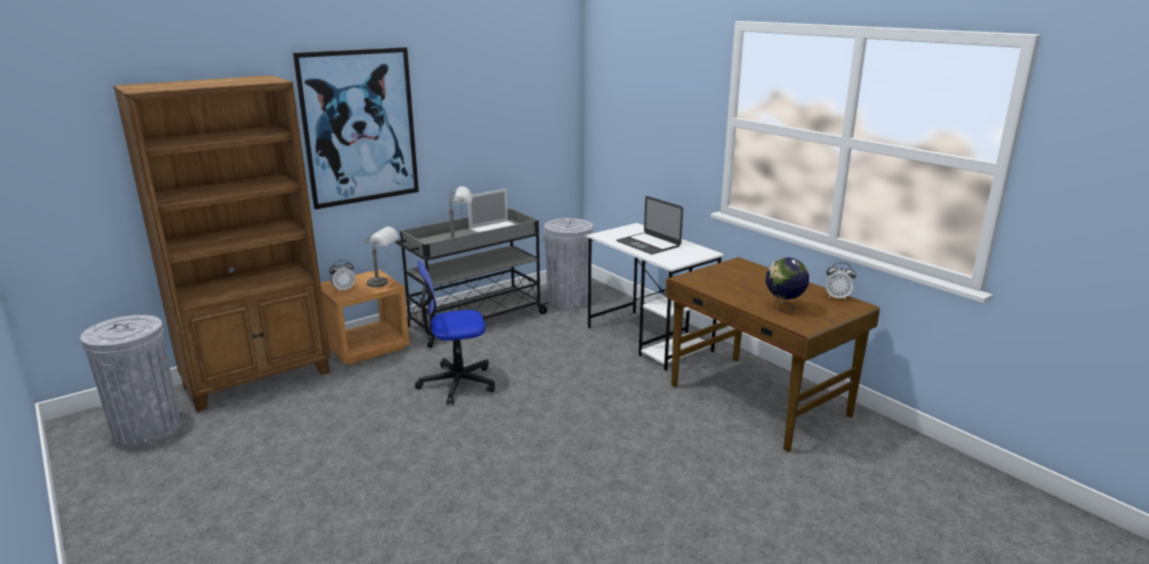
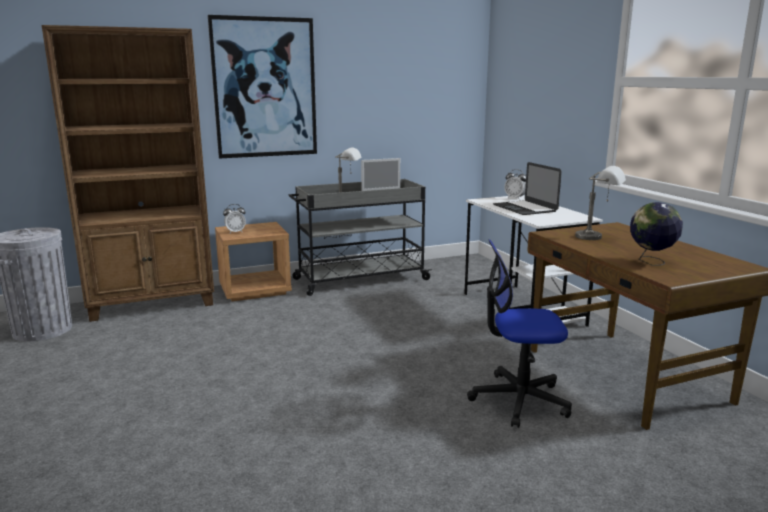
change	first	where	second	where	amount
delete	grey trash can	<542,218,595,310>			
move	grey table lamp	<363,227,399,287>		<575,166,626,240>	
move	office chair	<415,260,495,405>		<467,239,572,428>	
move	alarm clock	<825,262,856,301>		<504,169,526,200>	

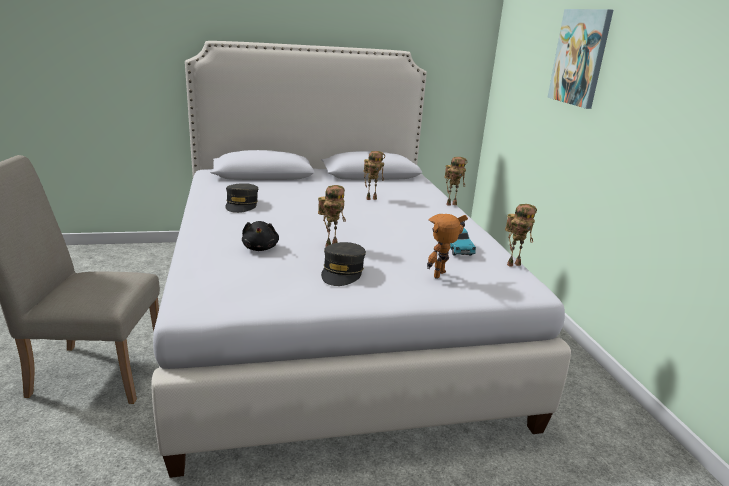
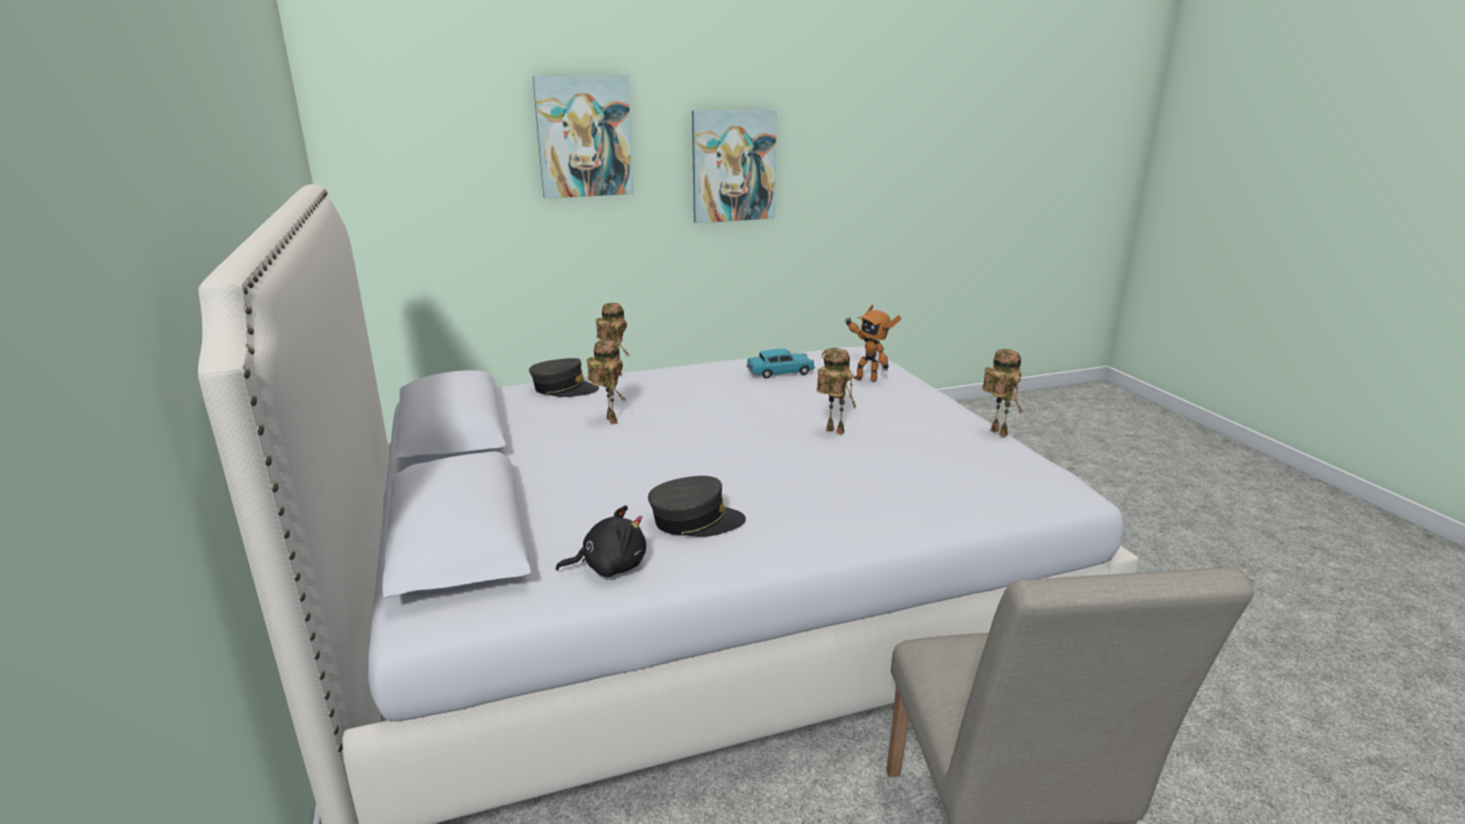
change	first	where	second	where	amount
move	toy robot	<505,204,537,267>		<982,349,1023,437>	
move	black plush toy	<242,221,279,251>		<556,505,646,577>	
move	grey cap	<321,242,366,286>		<529,358,599,397>	
insert			picture	<692,109,777,223>	

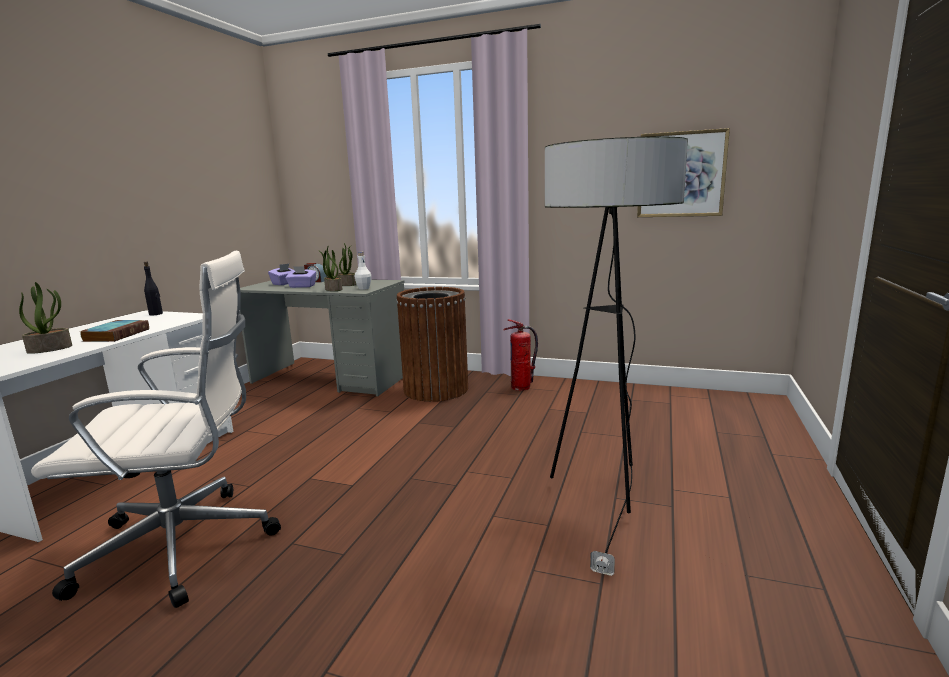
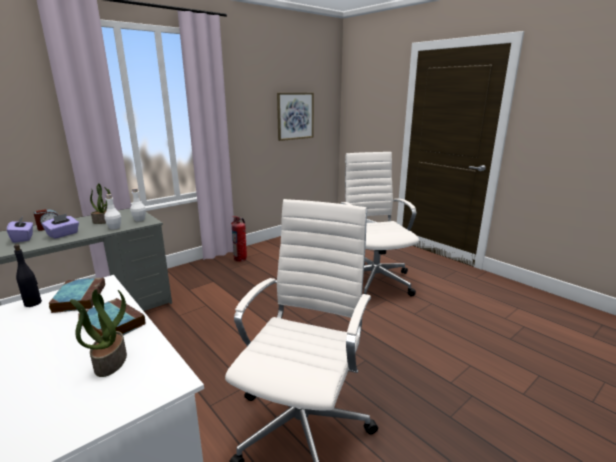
change	first	where	second	where	amount
replace	floor lamp	<545,137,688,576>	white office chair	<341,152,419,297>	
replace	potted plant	<318,247,342,291>	white bottle	<104,194,121,229>	
delete	brown trash can	<396,287,468,402>			
insert			book	<48,277,105,313>	

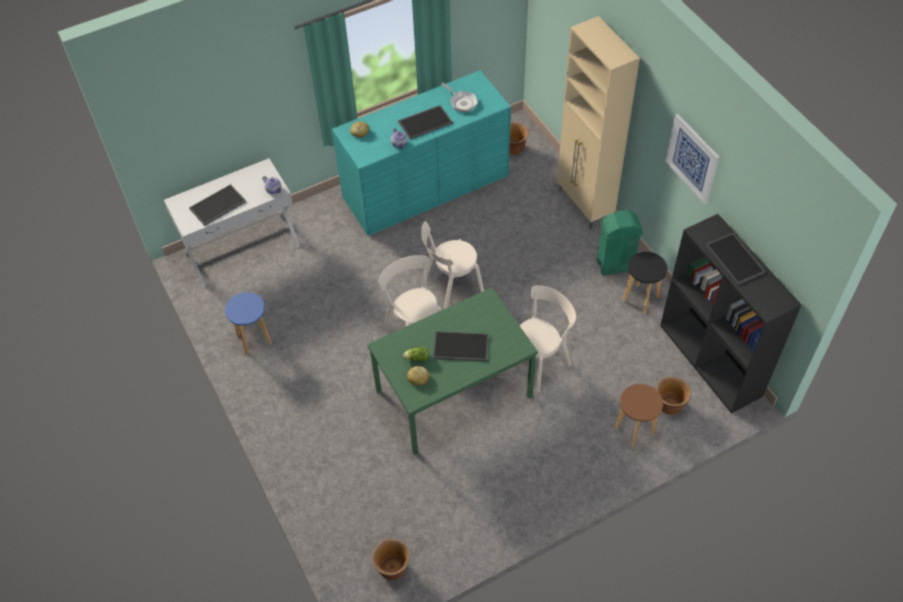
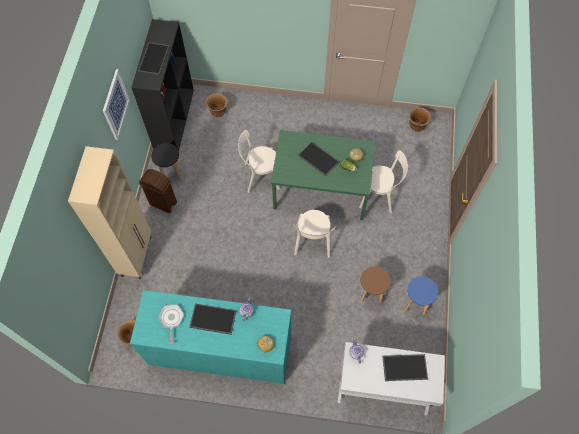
change	first	where	second	where	amount
recolor	green trash can	<597,210,643,276>	brown trash can	<139,169,177,213>	
move	beige chair	<421,222,484,309>		<359,150,408,213>	
move	brown stool	<615,384,663,449>		<360,266,391,304>	

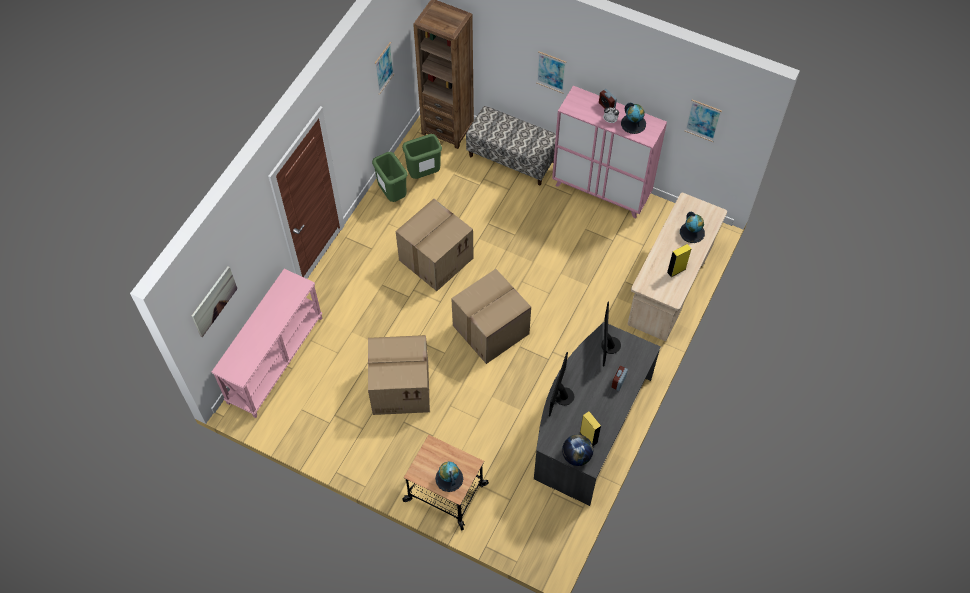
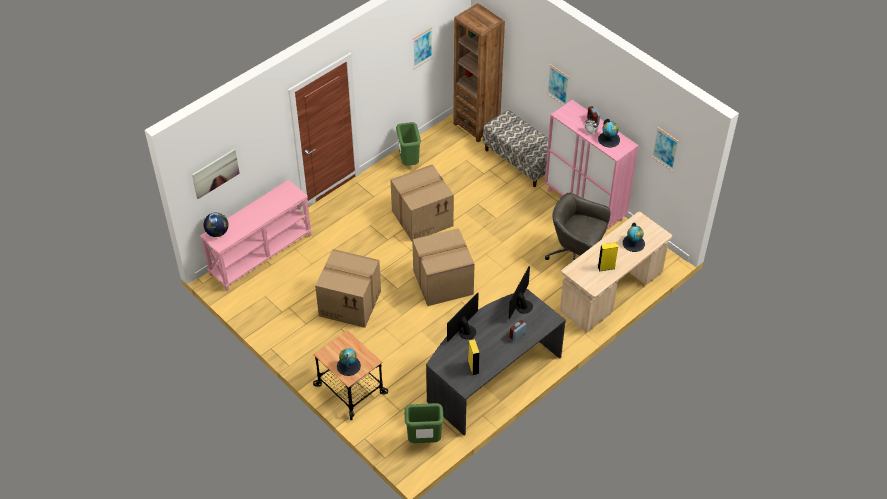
change	first	where	second	where	amount
move	green trash can	<402,134,442,179>		<404,403,444,443>	
move	globe	<562,435,593,466>		<204,212,229,237>	
insert			grey office chair	<545,192,611,261>	

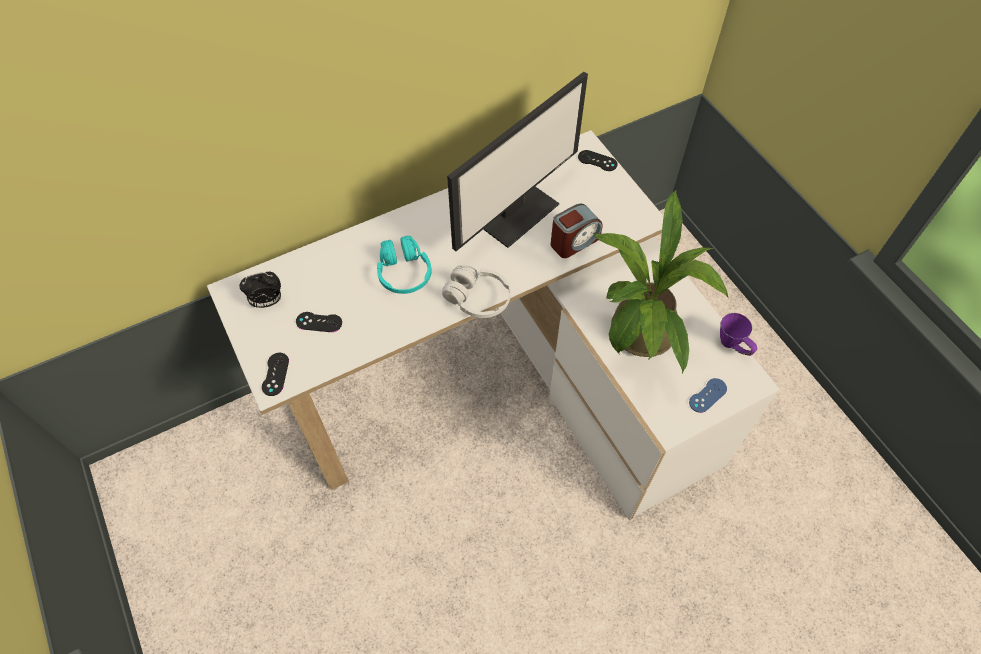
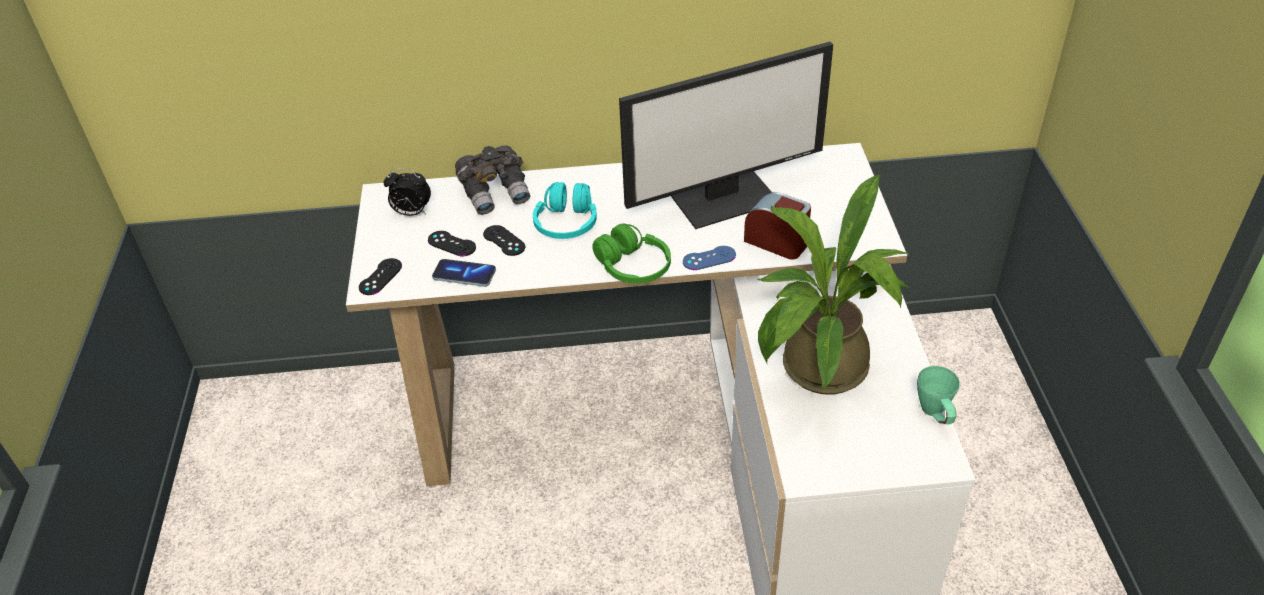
change	first	where	second	where	amount
move	black game controller	<578,150,618,171>		<483,225,525,256>	
rotate	alarm clock	<551,204,603,258>		<744,192,811,259>	135 degrees counterclockwise
recolor	white headphones	<442,266,511,318>	green headphones	<592,224,671,284>	
recolor	purple mug	<720,313,758,356>	green mug	<917,366,960,425>	
move	blue game controller	<689,378,727,413>		<683,246,736,270>	
insert			grey binoculars	<455,145,530,215>	
insert			phone	<432,259,496,287>	

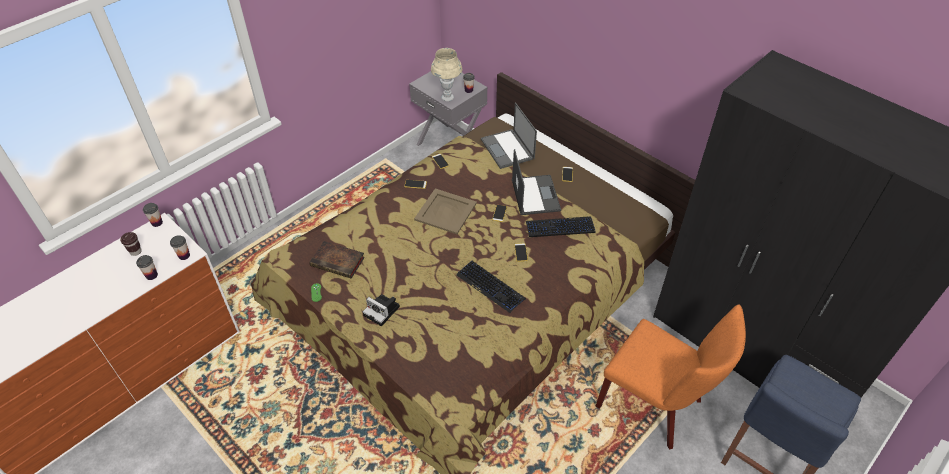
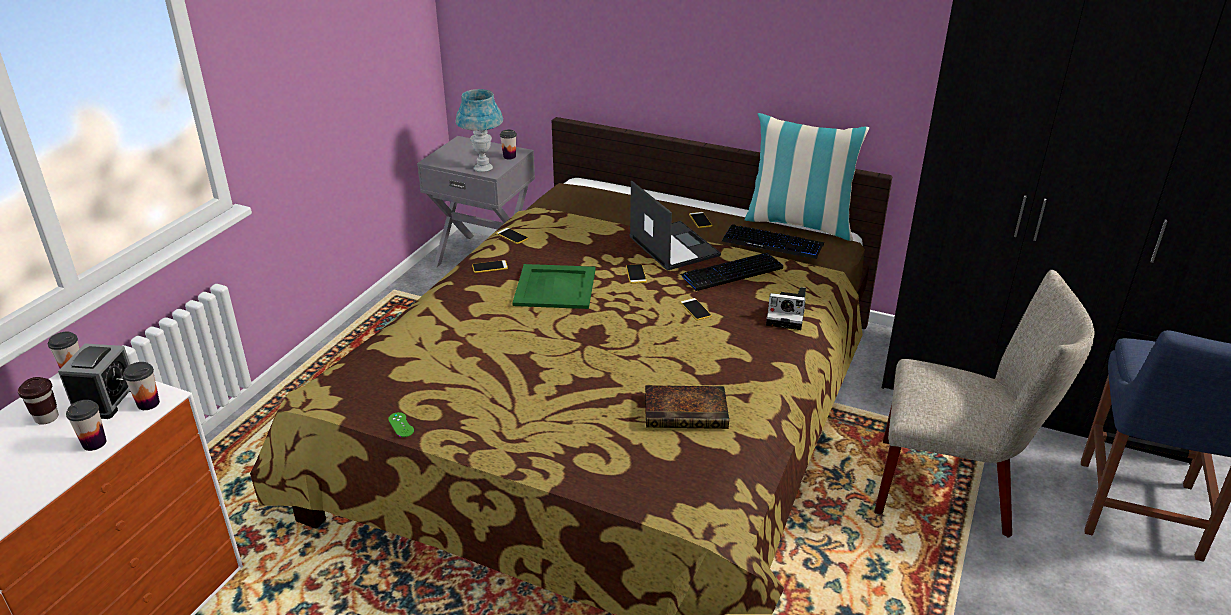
change	first	where	second	where	amount
recolor	beige table lamp	<431,48,462,101>	blue table lamp	<456,89,503,172>	
delete	laptop	<481,102,537,169>			
recolor	beige tray	<414,189,477,234>	green tray	<512,264,596,309>	
move	book	<310,241,365,279>		<645,385,729,429>	
move	keyboard	<456,261,526,313>		<722,224,824,259>	
move	photo camera	<363,294,400,326>		<766,287,806,330>	
recolor	orange chair	<595,304,746,449>	beige chair	<874,270,1094,538>	
insert			pillow	<745,113,869,241>	
insert			alarm clock	<58,343,131,419>	

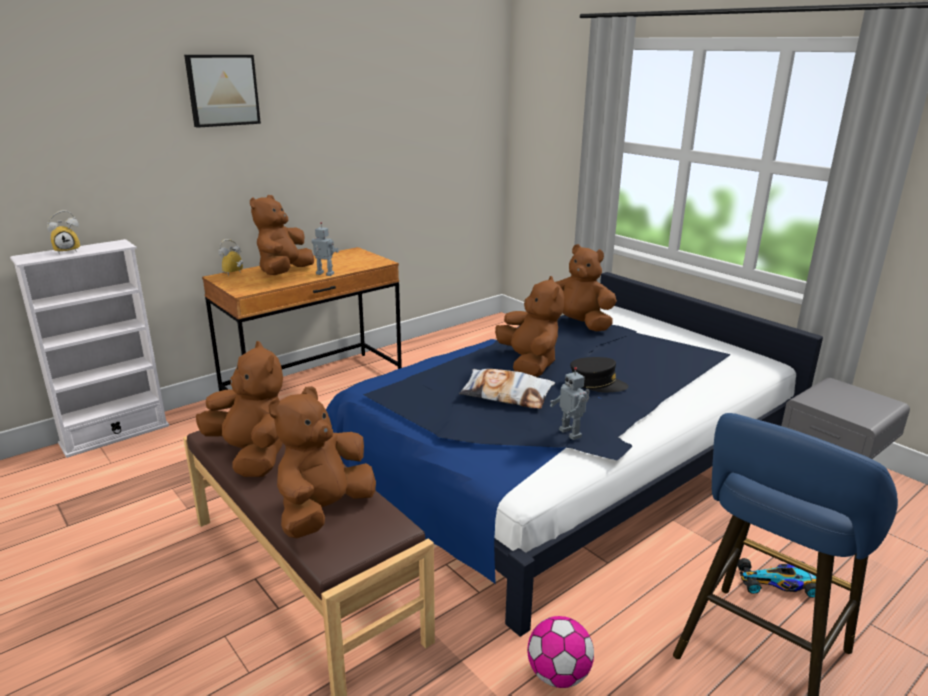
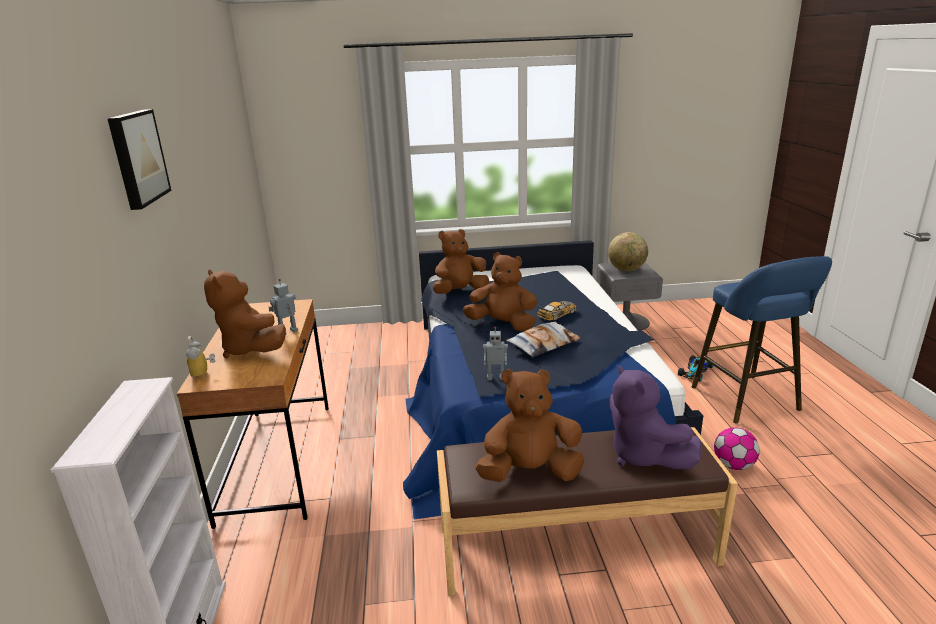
change	first	where	second	where	amount
delete	alarm clock	<47,210,80,254>			
replace	black cap	<570,357,628,392>	toy car	<537,301,577,320>	
move	toy robot	<550,367,590,440>		<483,326,508,380>	
recolor	brown plush toy	<269,386,376,538>	purple plush toy	<610,365,702,469>	
insert			globe	<608,232,648,271>	

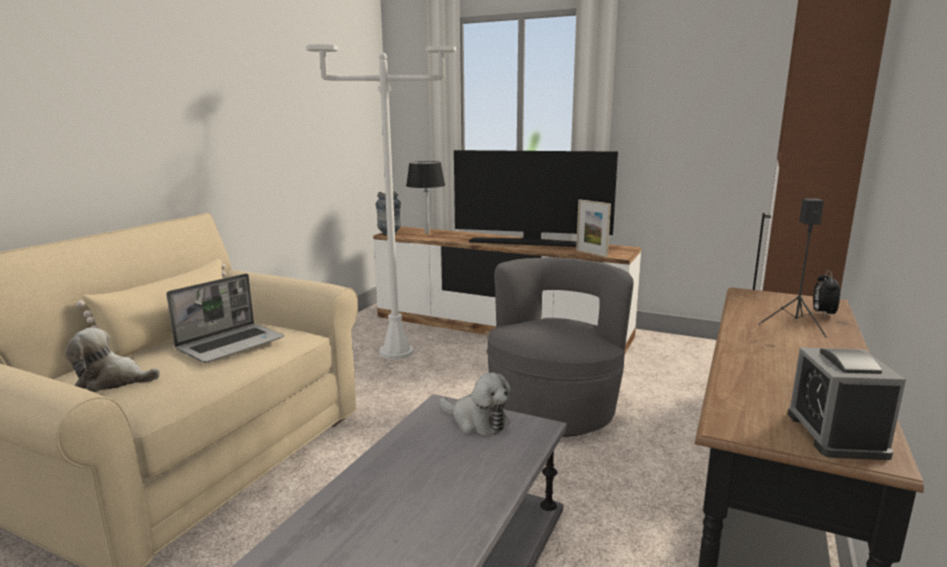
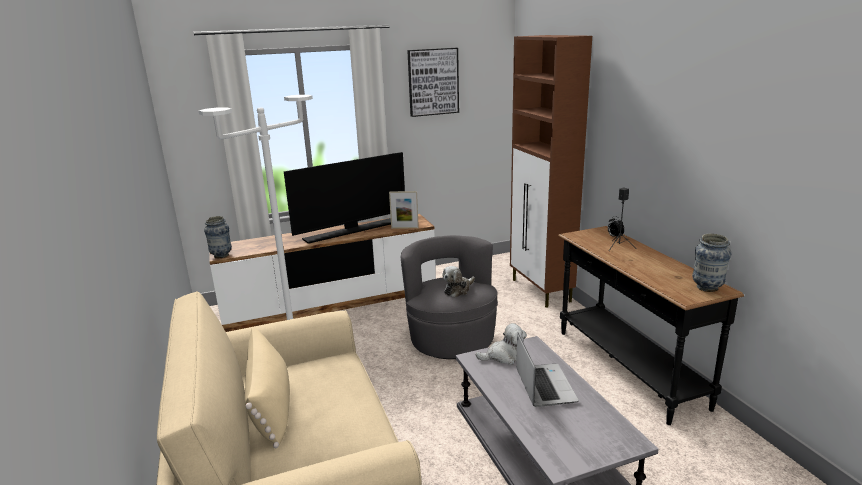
change	first	where	second	where	amount
delete	black table lamp	<406,161,445,234>			
move	laptop	<166,274,284,363>		<516,333,579,407>	
move	plush toy	<65,328,160,392>		<442,266,475,298>	
replace	alarm clock	<788,348,906,460>	vase	<692,234,731,292>	
insert			picture	<407,48,459,117>	

